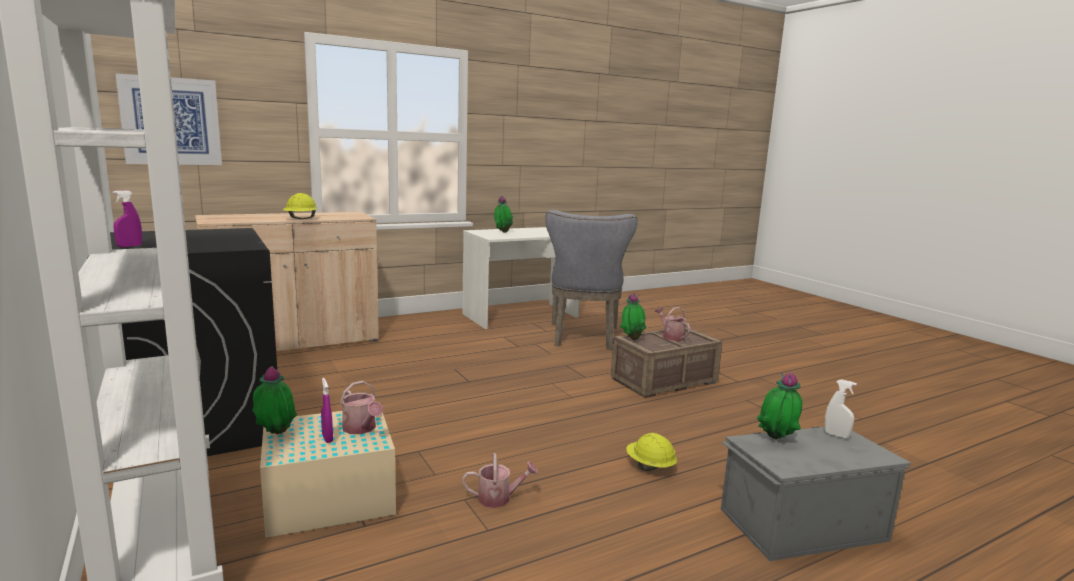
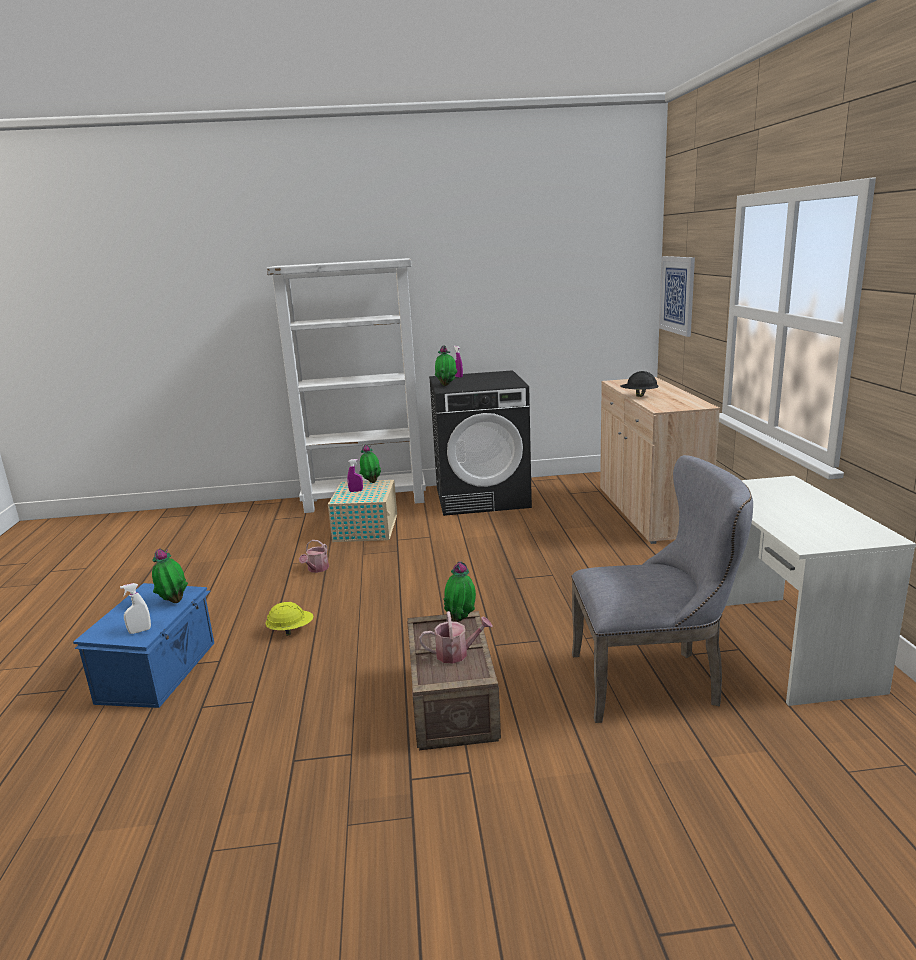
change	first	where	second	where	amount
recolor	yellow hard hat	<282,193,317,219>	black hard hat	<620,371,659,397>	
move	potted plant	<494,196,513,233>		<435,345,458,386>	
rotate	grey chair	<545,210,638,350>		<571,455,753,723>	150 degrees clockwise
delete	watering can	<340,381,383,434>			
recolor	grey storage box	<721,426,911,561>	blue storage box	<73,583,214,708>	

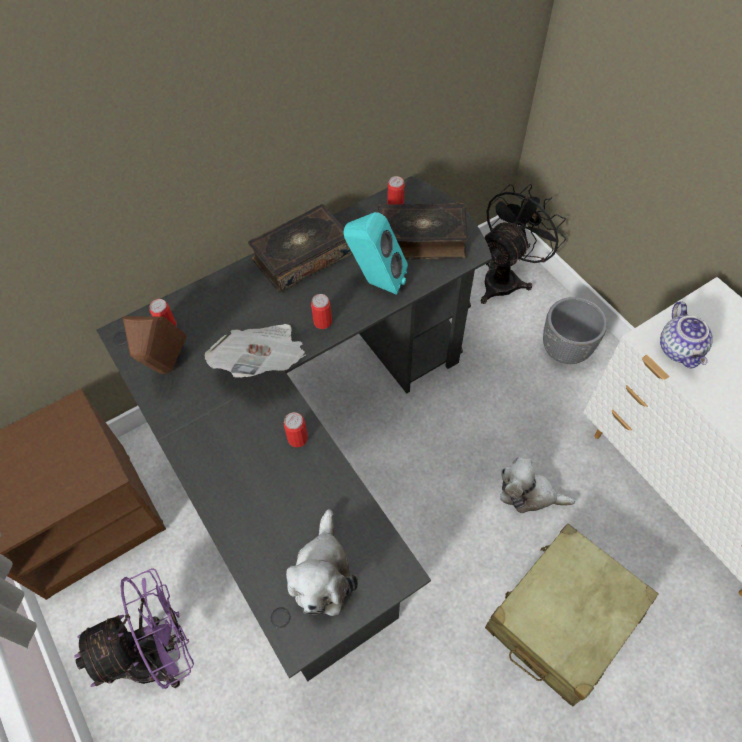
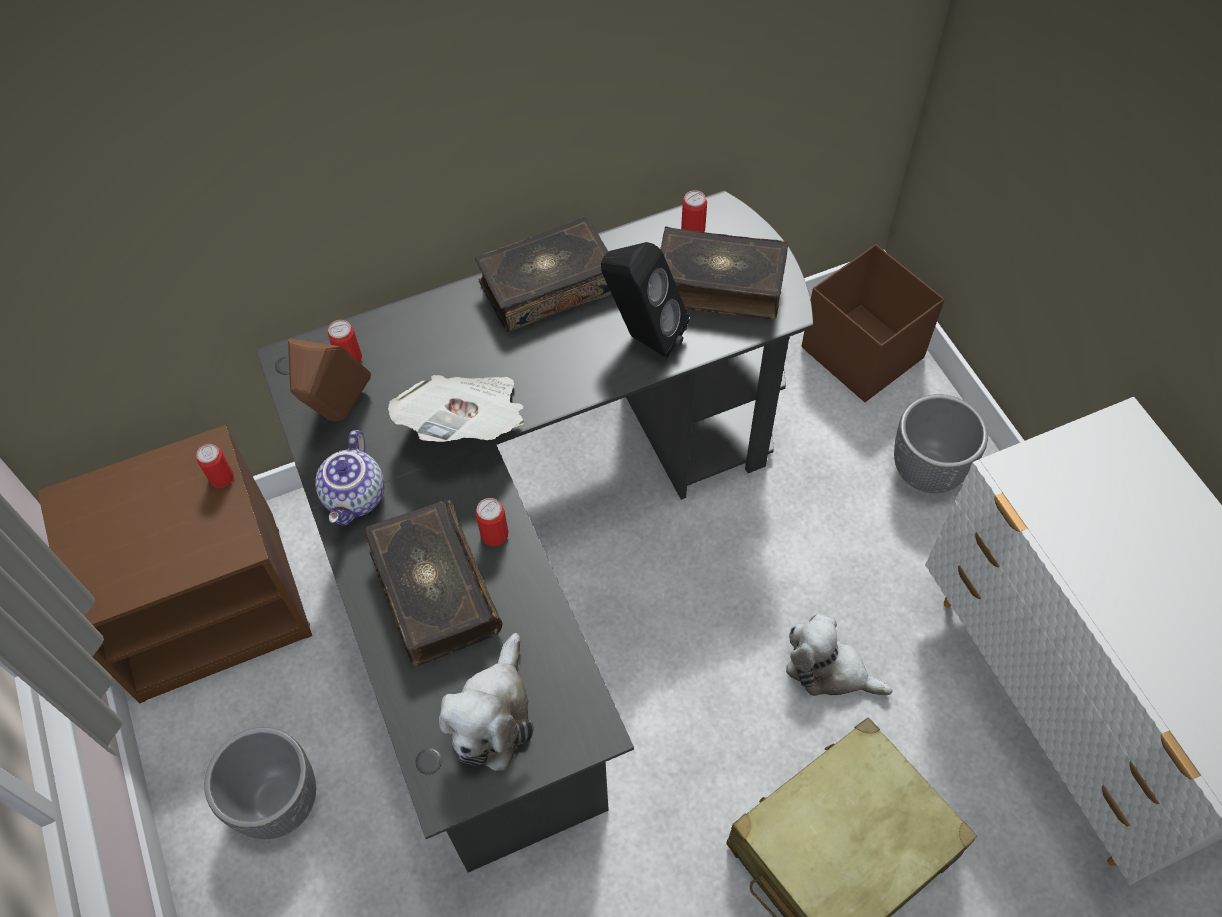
change	first	where	second	where	amount
replace	black fan	<481,184,566,304>	brown storage box	<802,244,945,402>	
recolor	turquoise speaker	<344,212,408,295>	black speaker	<601,242,689,358>	
move	can	<311,294,332,329>		<196,444,234,488>	
move	teapot	<660,301,713,369>		<315,430,385,526>	
replace	purple fan	<74,568,194,689>	grey planter	<204,727,316,839>	
insert			book	<365,500,502,666>	

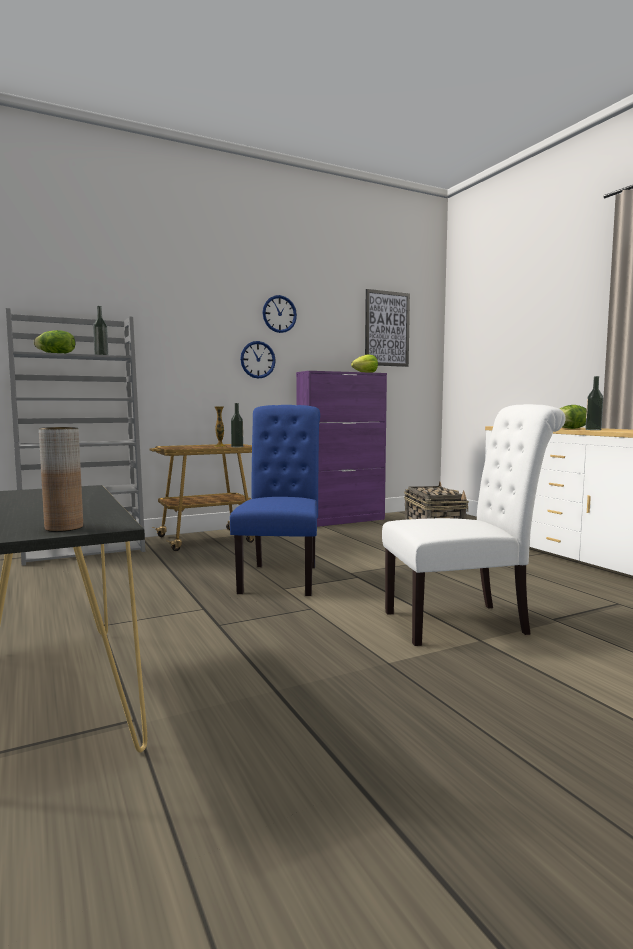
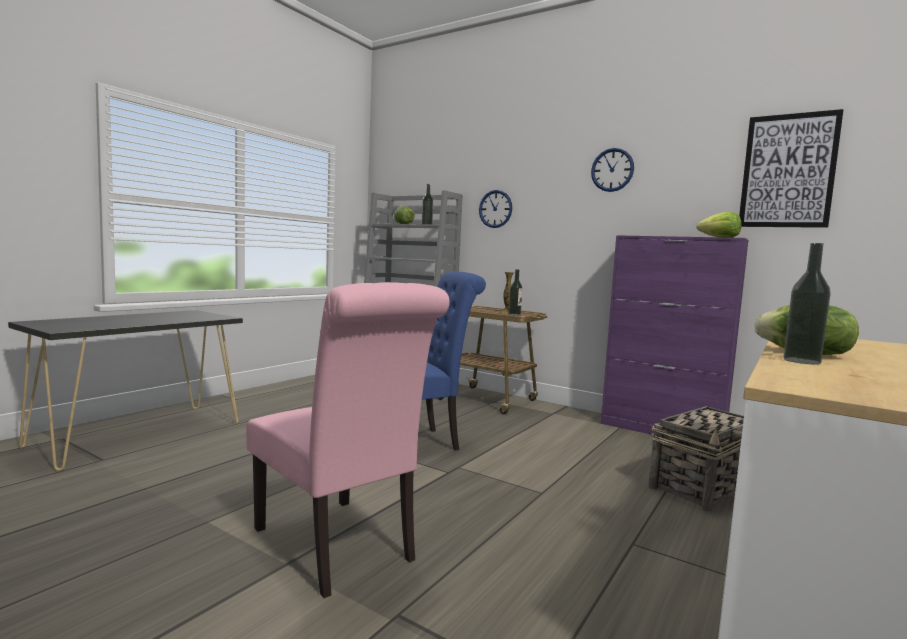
change	first	where	second	where	amount
move	wall clock	<240,341,276,379>		<479,190,512,228>	
recolor	white chair	<382,404,566,646>	pink chair	<246,282,450,598>	
delete	brown vase	<39,427,83,532>			

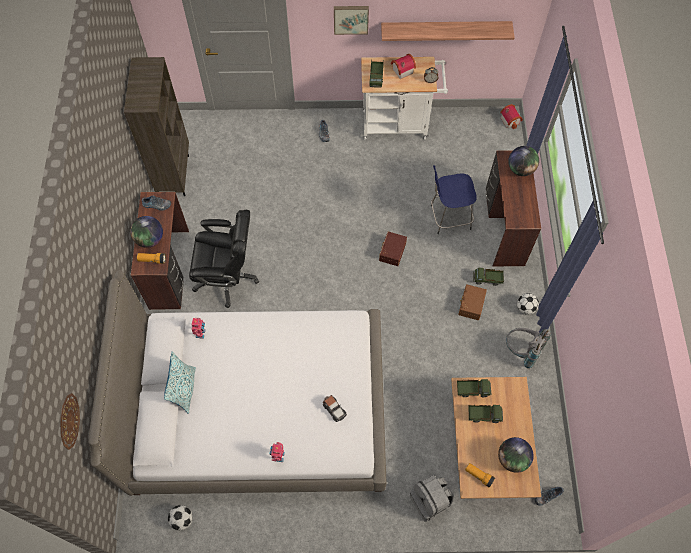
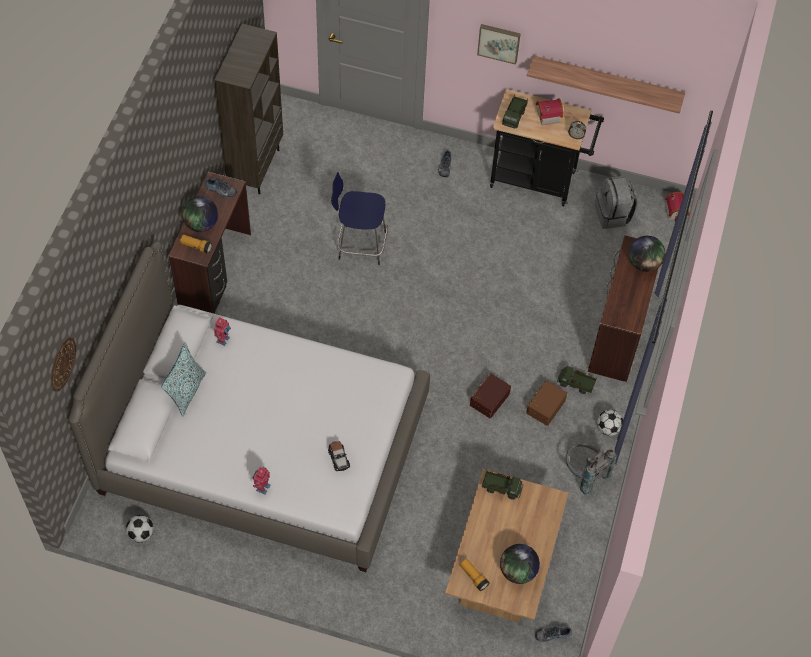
change	first	where	second	where	amount
recolor	white cart	<361,57,448,140>	black cart	<490,89,604,206>	
move	blue stool	<431,165,477,234>		<331,172,388,265>	
delete	black office chair	<189,210,259,308>			
move	brown storage box	<379,232,407,266>		<470,373,511,418>	
delete	toy truck	<468,404,503,423>			
move	grey backpack	<410,474,454,522>		<595,176,637,229>	

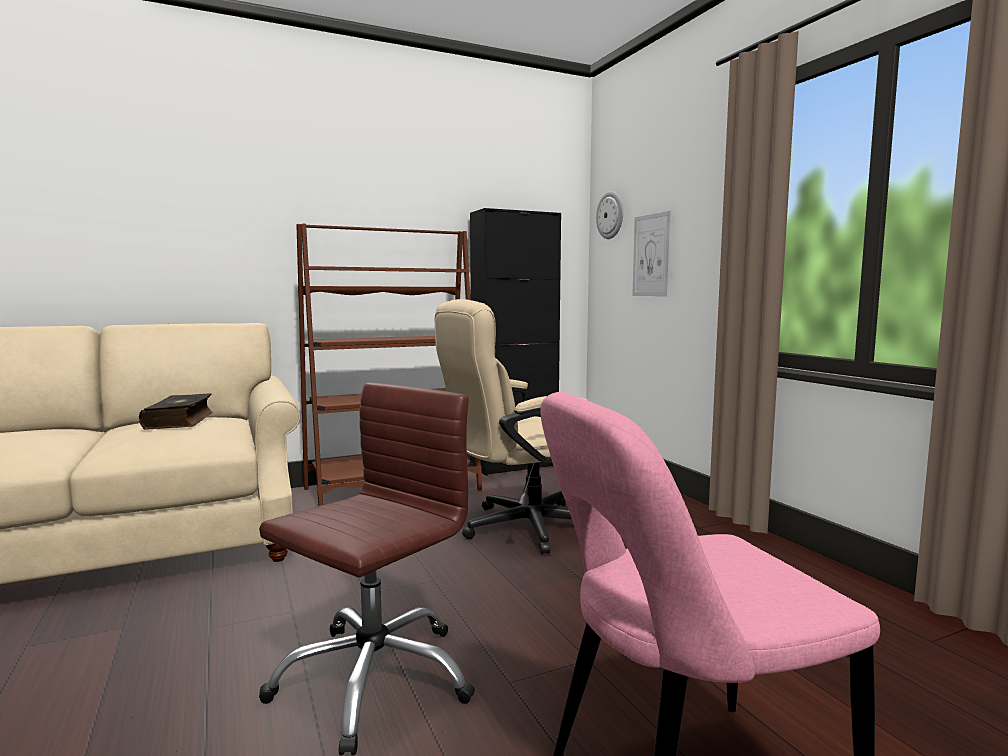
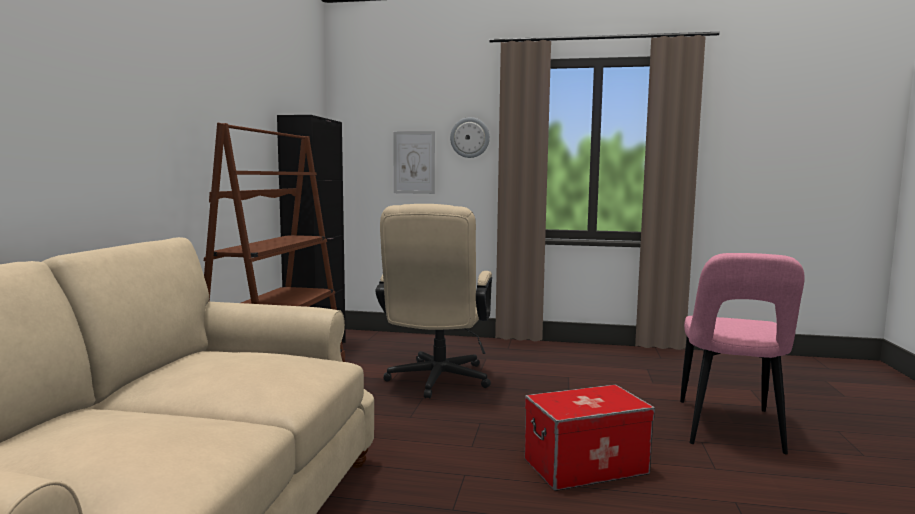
change	first	where	second	where	amount
move	wall clock	<596,191,623,239>		<450,117,490,158>	
replace	brown office chair	<259,383,475,756>	storage box	<524,384,655,491>	
delete	book	<139,393,213,429>			

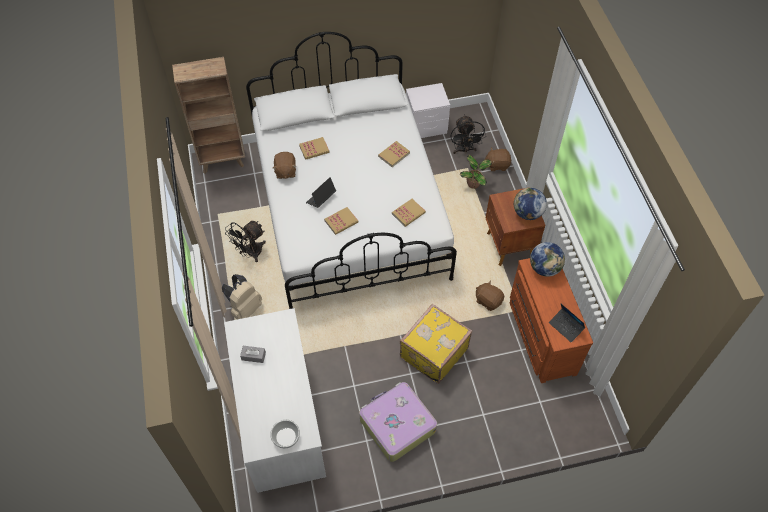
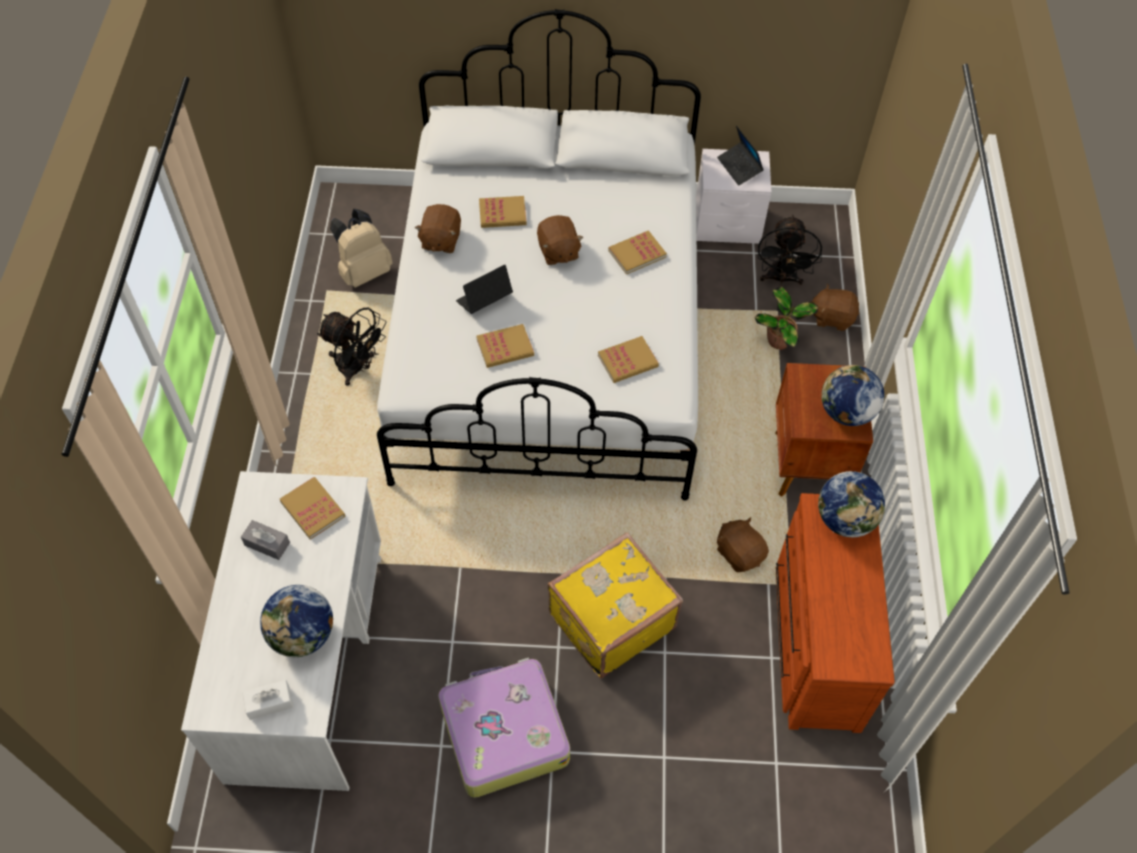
change	first	where	second	where	amount
delete	brown bookcase	<172,57,245,174>			
rotate	black fan	<225,221,266,262>		<317,308,387,386>	120 degrees counterclockwise
move	beige backpack	<222,274,262,319>		<330,209,393,288>	
move	laptop	<549,304,585,342>		<717,125,764,186>	
replace	bowl	<270,420,300,449>	white tissue box	<242,680,293,720>	
insert			brown plush toy	<537,215,584,265>	
insert			book	<280,477,345,540>	
insert			globe	<260,585,333,657>	

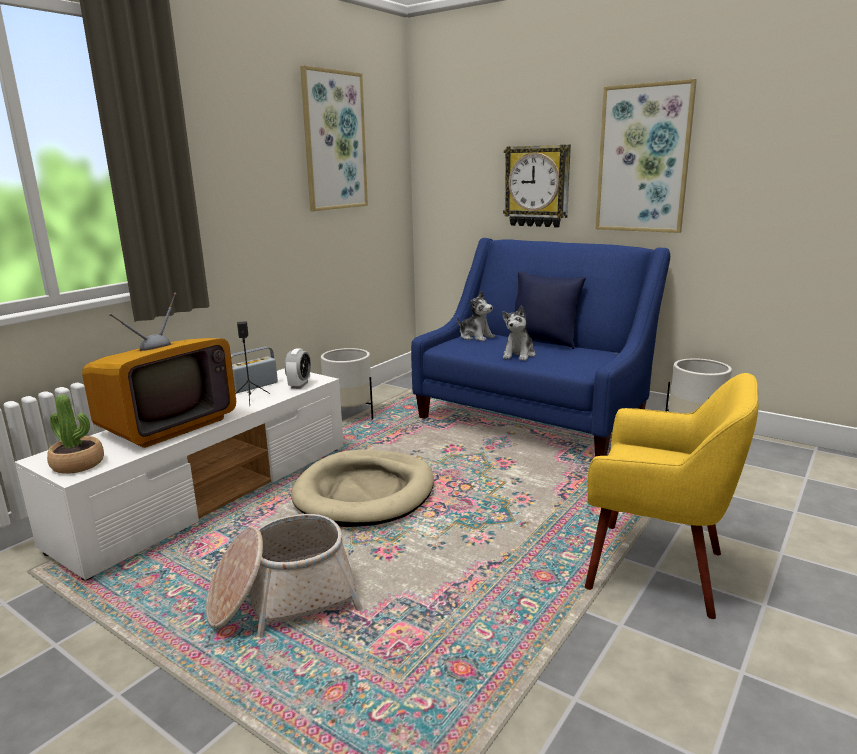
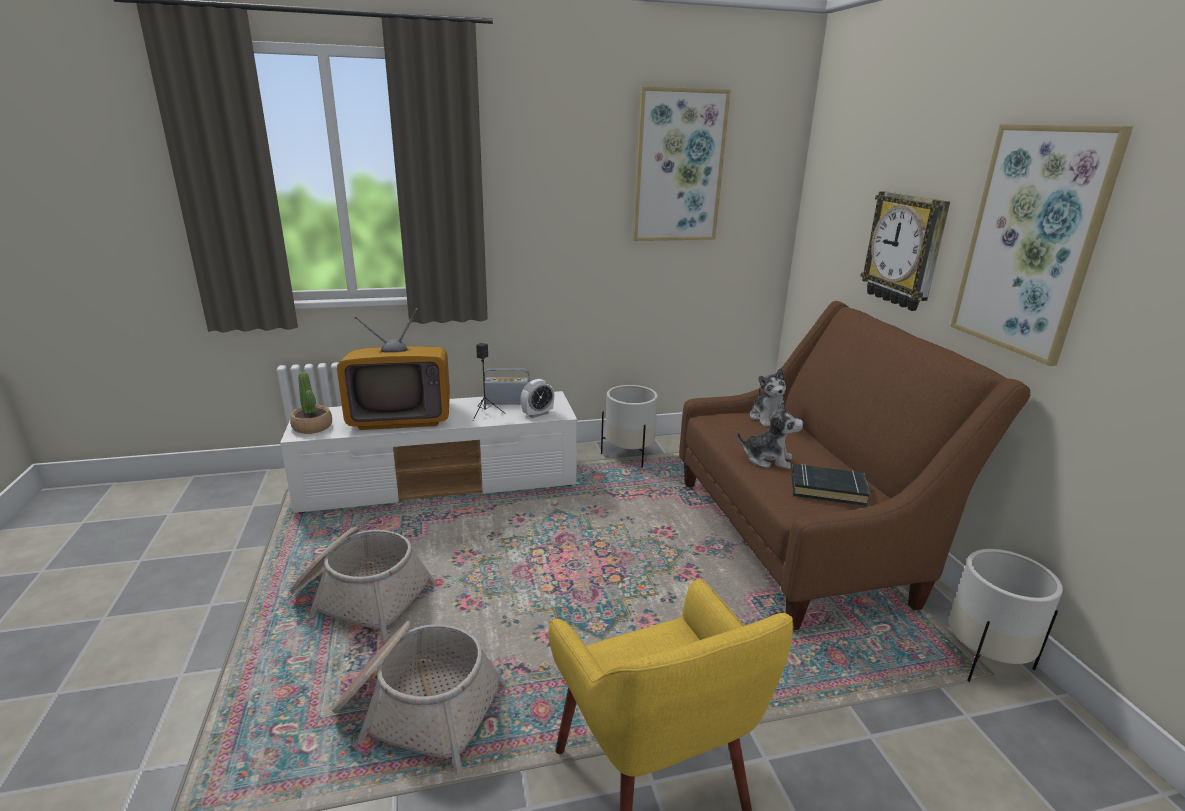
change	first	where	second	where	amount
recolor	blue sofa	<411,238,670,457>	brown sofa	<679,301,1031,630>	
delete	blue pillow	<510,271,586,349>			
rotate	plush toy	<502,306,536,361>		<737,401,804,469>	135 degrees counterclockwise
delete	beige dog bed	<291,450,434,527>			
insert			black book	<792,464,871,506>	
insert			basket	<332,621,507,774>	

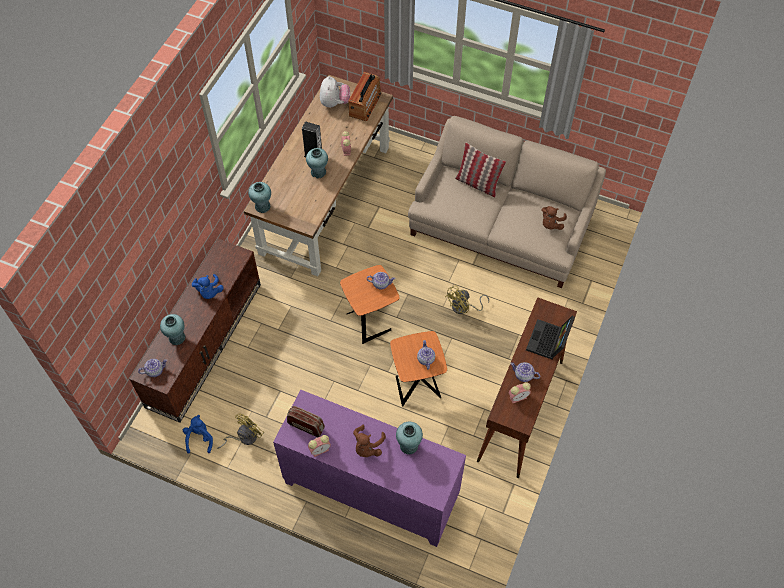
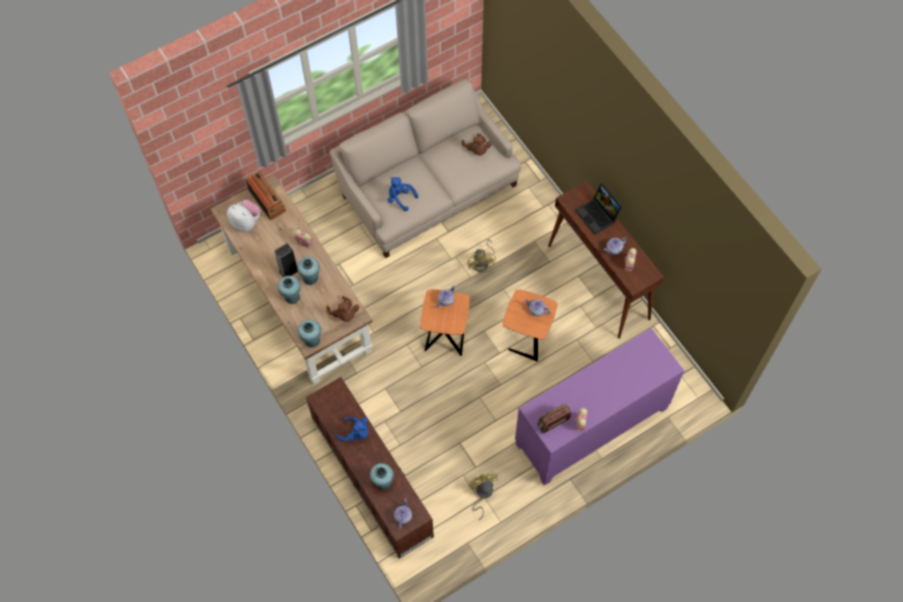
change	first	where	second	where	amount
delete	pillow	<455,143,506,198>			
move	blue plush toy	<183,415,213,454>		<387,177,418,211>	
move	turquoise vase	<396,422,423,455>		<278,276,301,304>	
move	brown plush toy	<353,425,386,457>		<326,296,359,322>	

